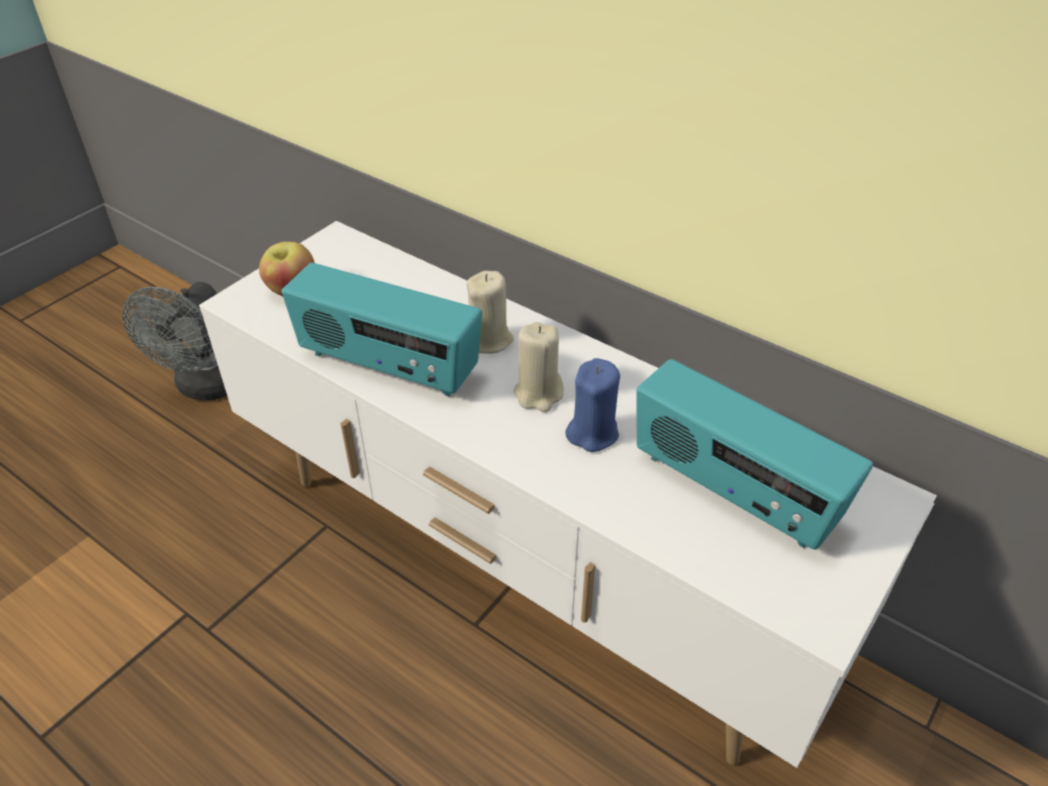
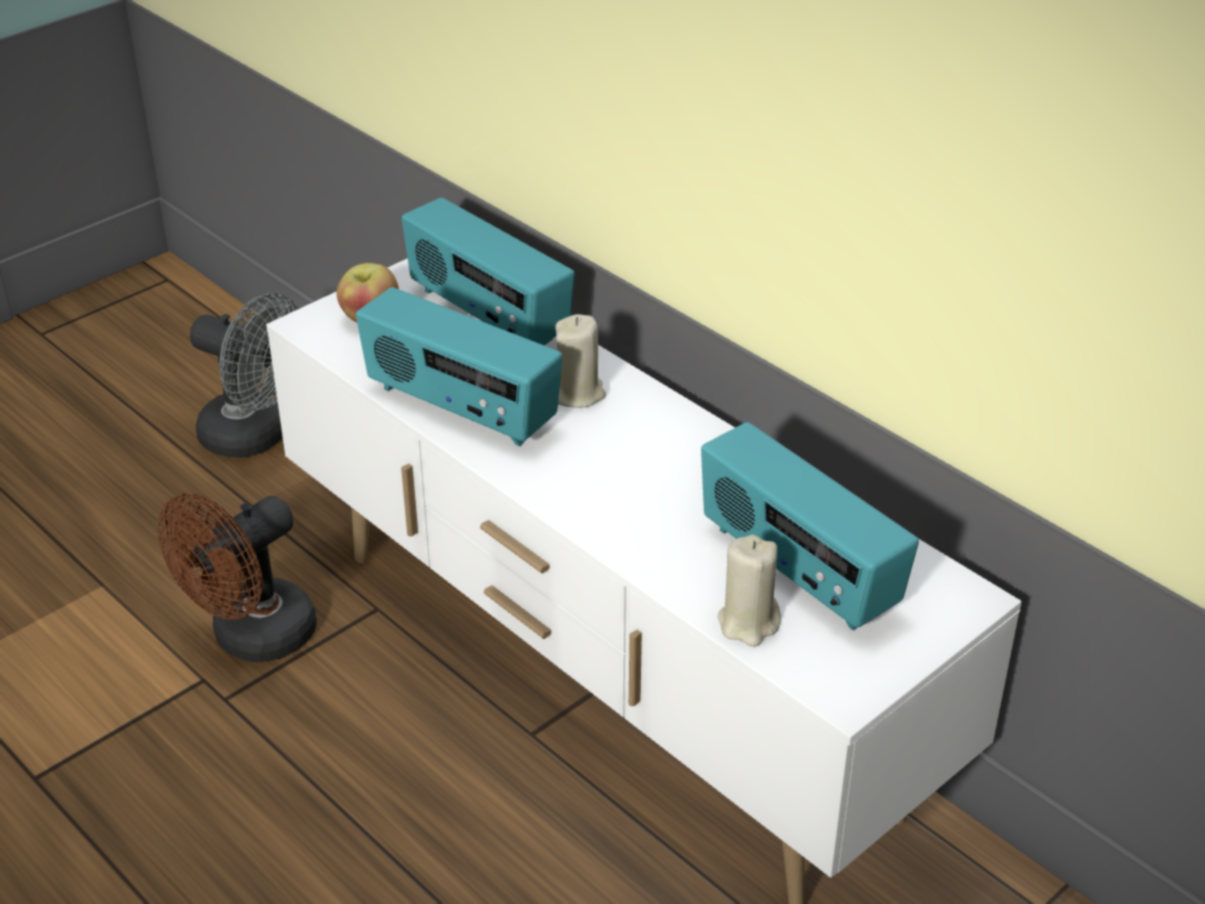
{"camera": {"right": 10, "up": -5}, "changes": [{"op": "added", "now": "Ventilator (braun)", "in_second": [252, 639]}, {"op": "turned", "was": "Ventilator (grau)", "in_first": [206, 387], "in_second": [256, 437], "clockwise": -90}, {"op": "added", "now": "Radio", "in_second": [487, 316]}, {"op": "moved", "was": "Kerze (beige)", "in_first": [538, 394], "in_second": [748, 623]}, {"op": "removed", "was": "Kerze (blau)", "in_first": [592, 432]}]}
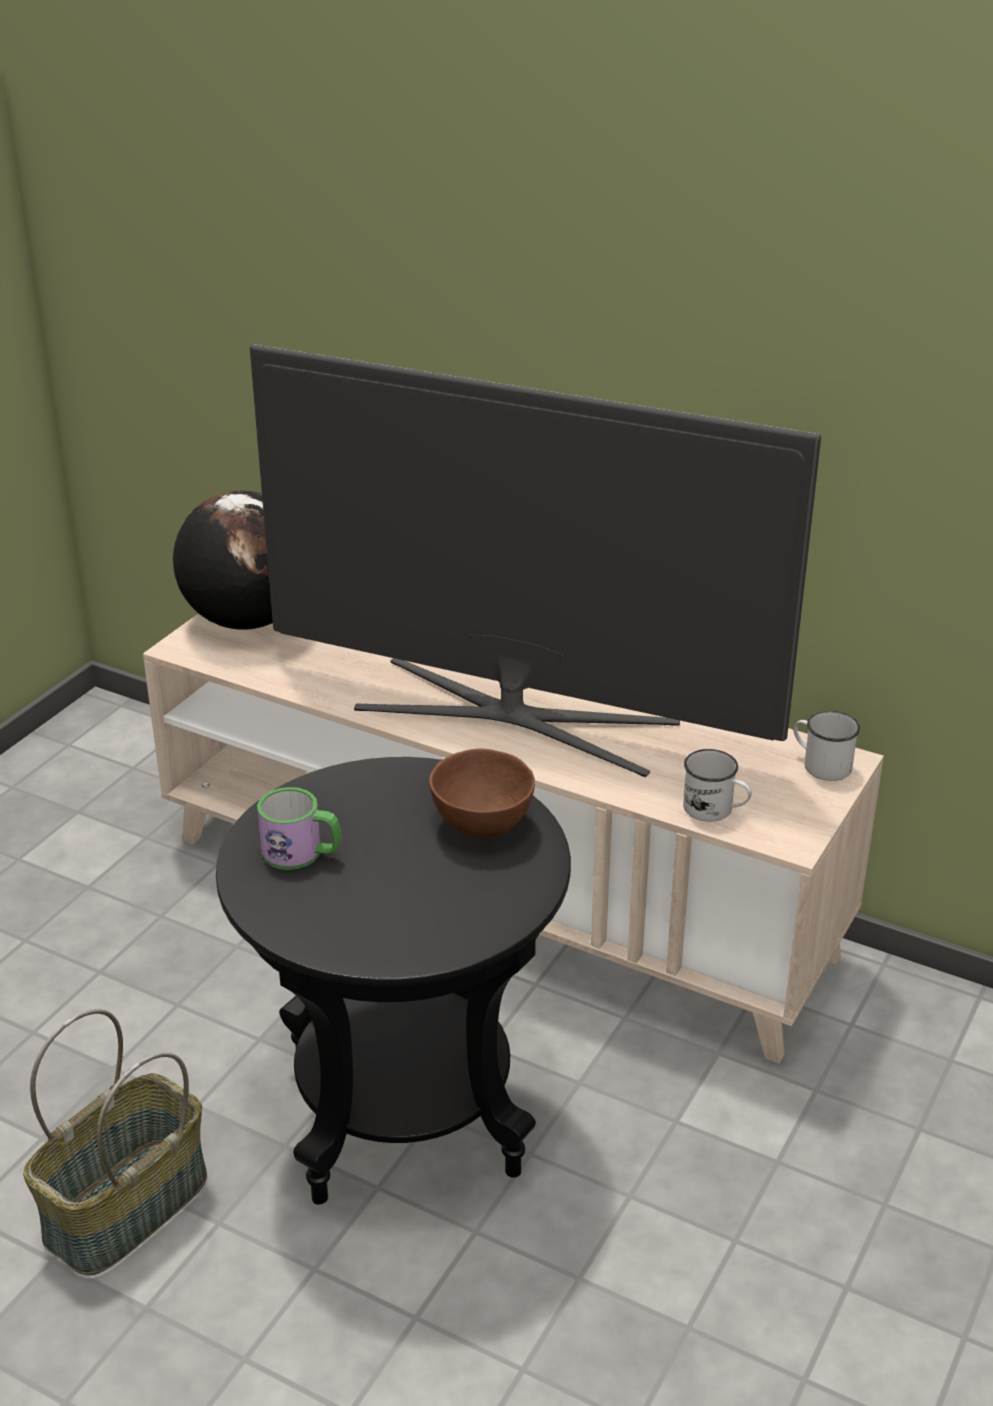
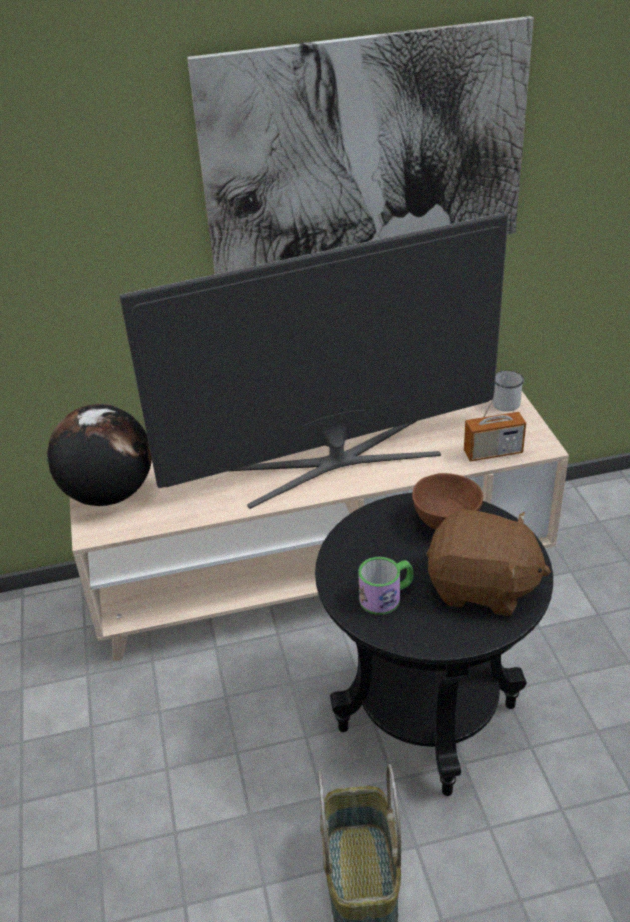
{"camera": {"right": -40, "up": 5}, "changes": [{"op": "added", "now": "Bild", "in_second": [365, 151]}, {"op": "added", "now": "Plüschtier (braun)", "in_second": [482, 587]}, {"op": "replaced", "was": "Henkelbecher (weiß)", "now": "Radio", "in_first": [715, 810], "in_second": [493, 452]}]}
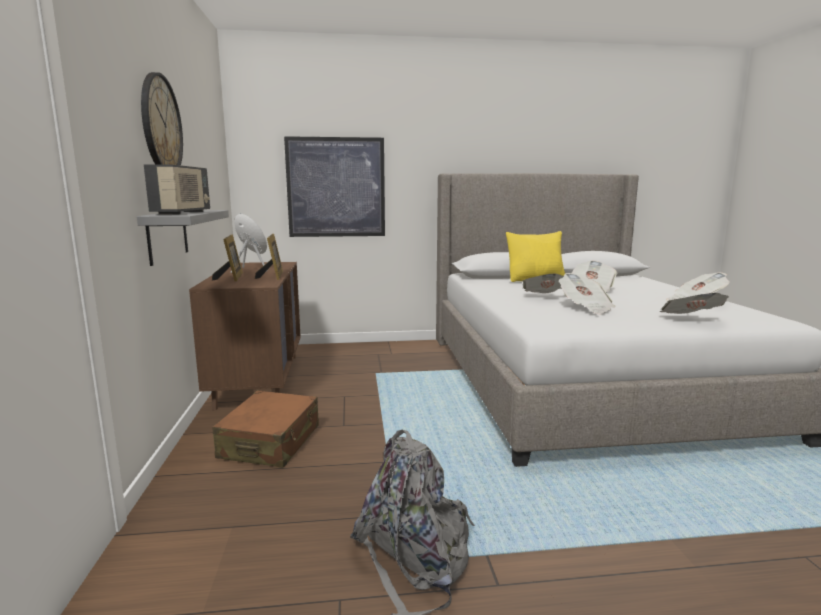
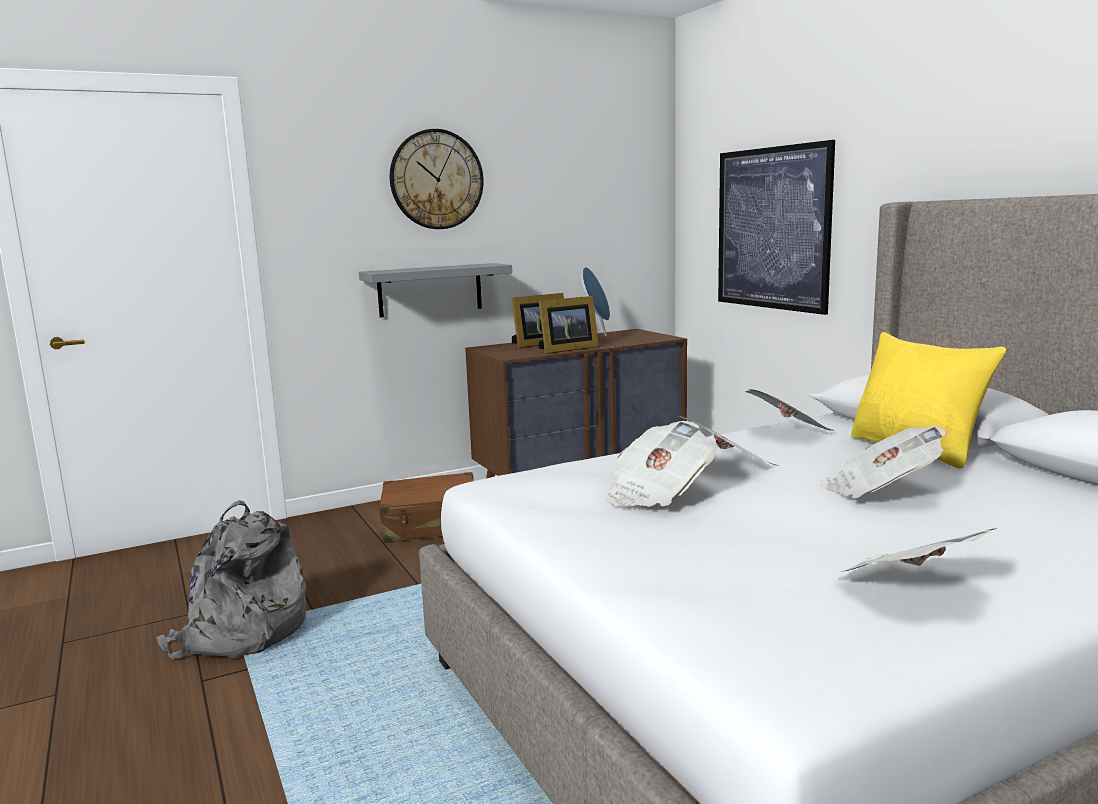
{"camera": {"right": 70, "up": 0}, "changes": [{"op": "moved", "was": "Zeitung", "in_first": [690, 320], "in_second": [789, 433]}, {"op": "removed", "was": "Radio", "in_first": [183, 213]}]}
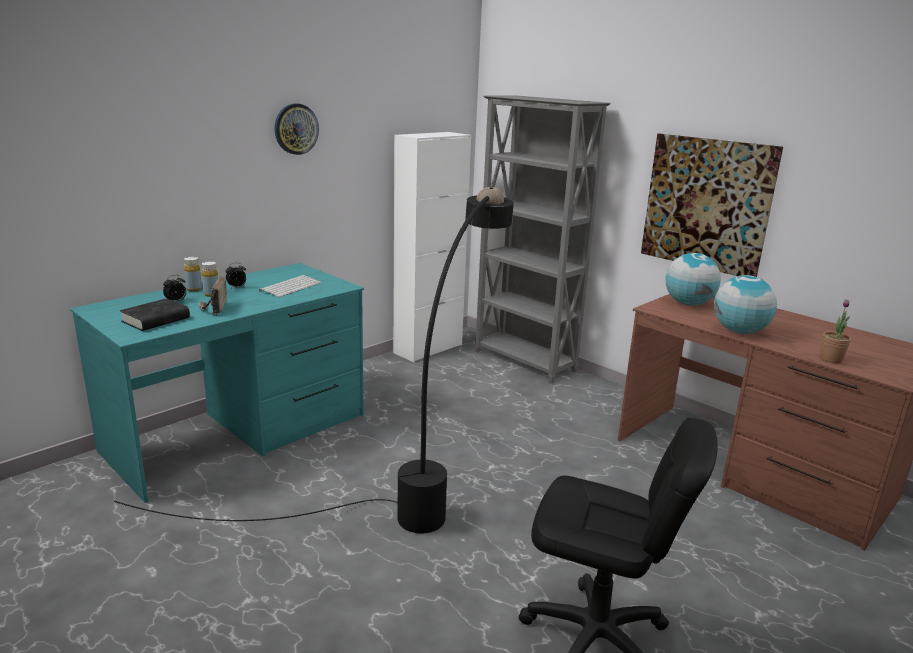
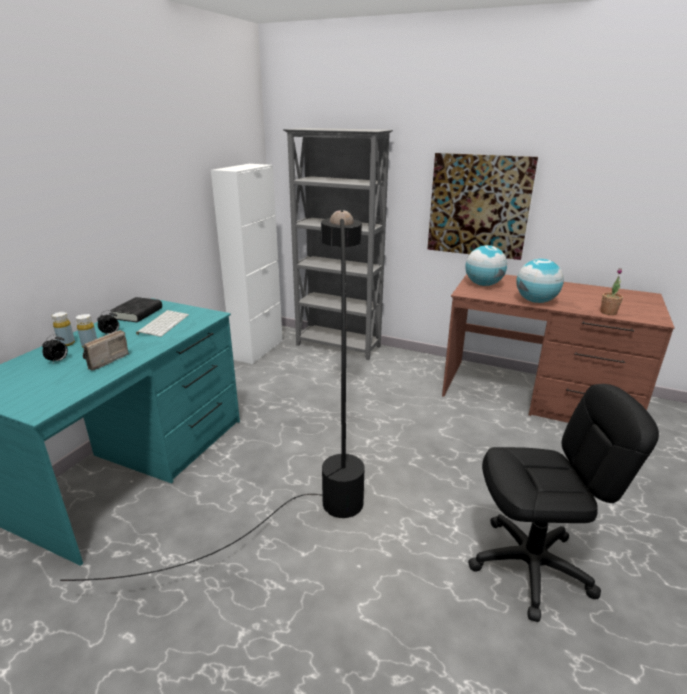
{"camera": {"right": -20, "up": 5}, "changes": [{"op": "turned", "was": "Radio", "in_first": [213, 309], "in_second": [104, 361], "clockwise": 60}, {"op": "moved", "was": "Buch (schwarz)", "in_first": [156, 320], "in_second": [138, 313]}, {"op": "removed", "was": "Wanduhr", "in_first": [296, 129]}]}
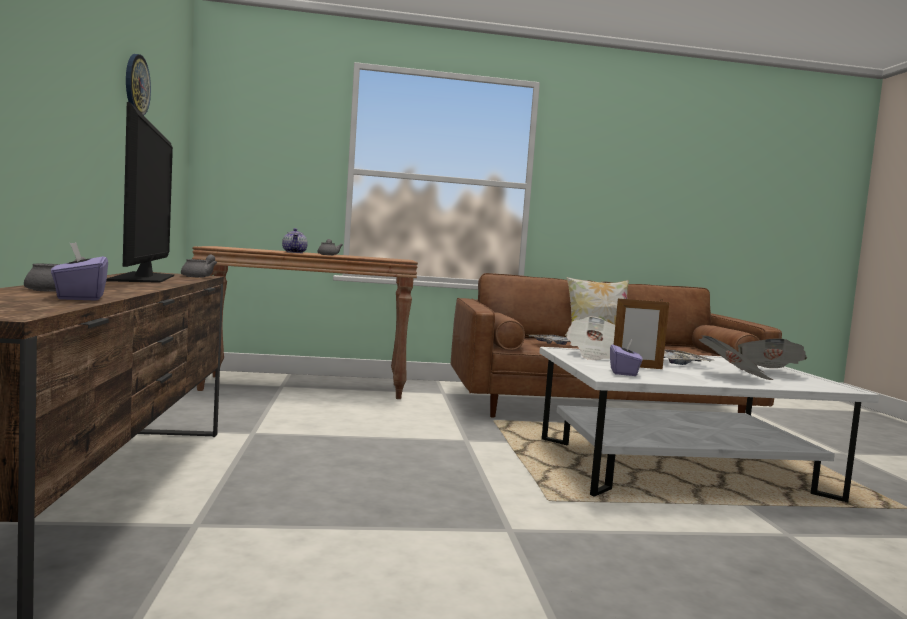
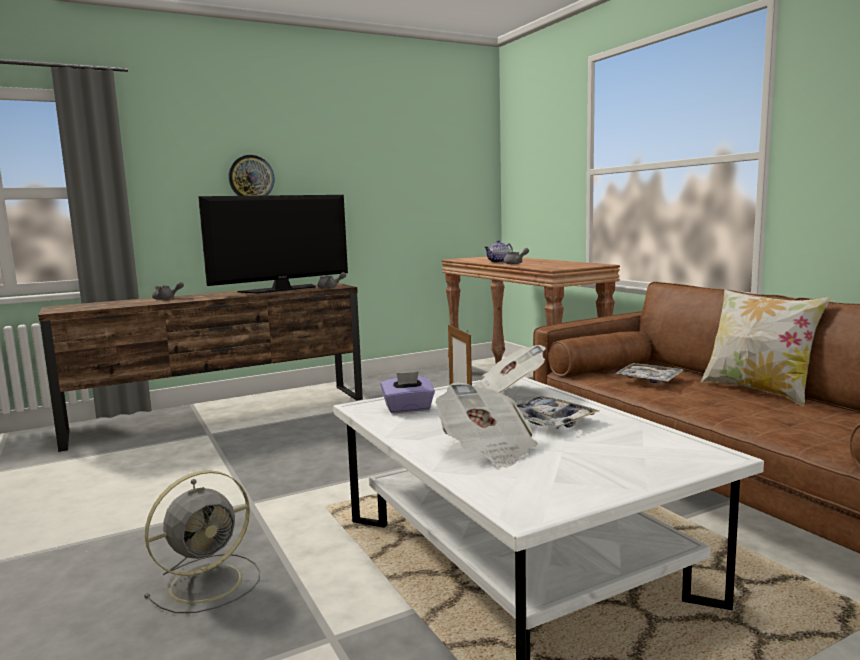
{"camera": {"right": 70, "up": 5}, "changes": [{"op": "added", "now": "Ventilator (grau)", "in_second": [209, 582]}, {"op": "moved", "was": "Wanduhr", "in_first": [136, 85], "in_second": [251, 178]}, {"op": "removed", "was": "Taschentuchbox (lila)", "in_first": [80, 298]}, {"op": "removed", "was": "Zeitung", "in_first": [768, 372]}]}
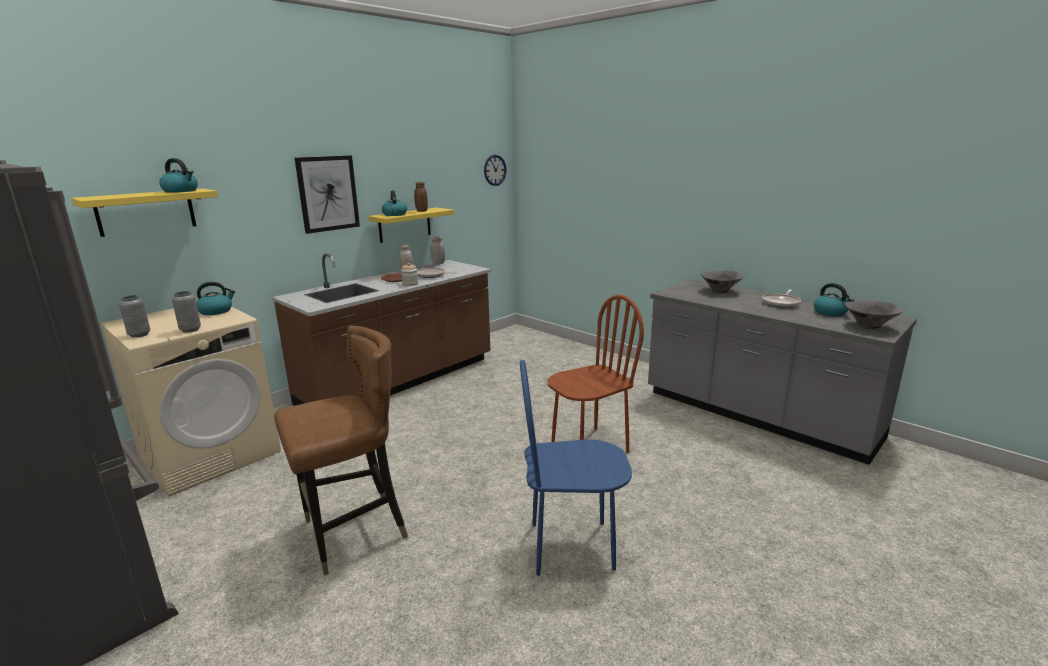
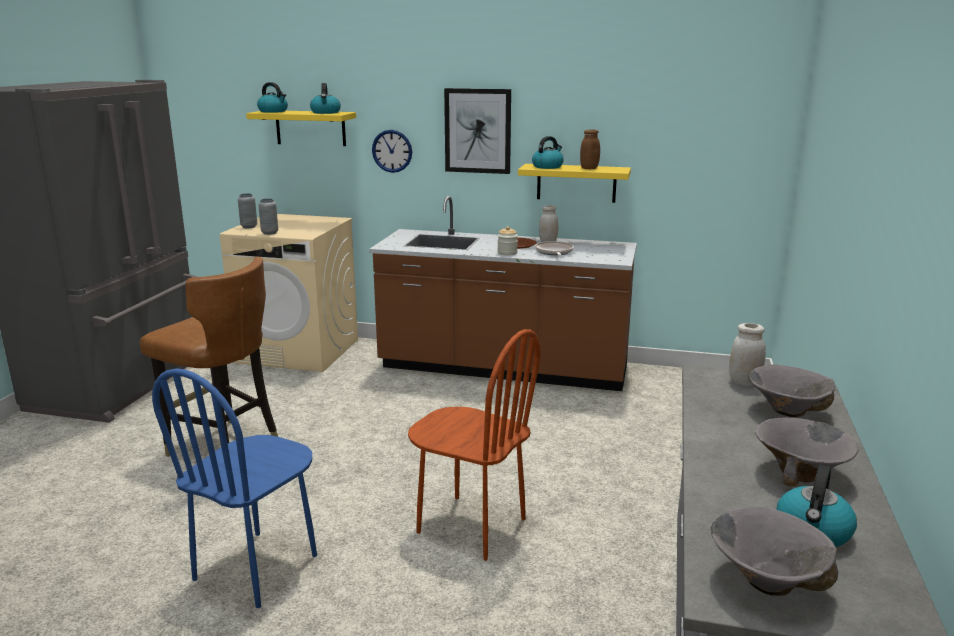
{"camera": {"right": 60, "up": 0}, "changes": [{"op": "turned", "was": "Stuhl (blau)", "in_first": [571, 546], "in_second": [256, 567], "clockwise": -120}, {"op": "moved", "was": "Wasserkessel", "in_first": [216, 311], "in_second": [273, 111]}, {"op": "moved", "was": "Wanduhr", "in_first": [495, 170], "in_second": [392, 151]}, {"op": "moved", "was": "Vorratsglas (weiß)", "in_first": [438, 263], "in_second": [744, 382]}, {"op": "replaced", "was": "Pfanne", "now": "Schüssel (grau)", "in_first": [781, 303], "in_second": [801, 474]}]}
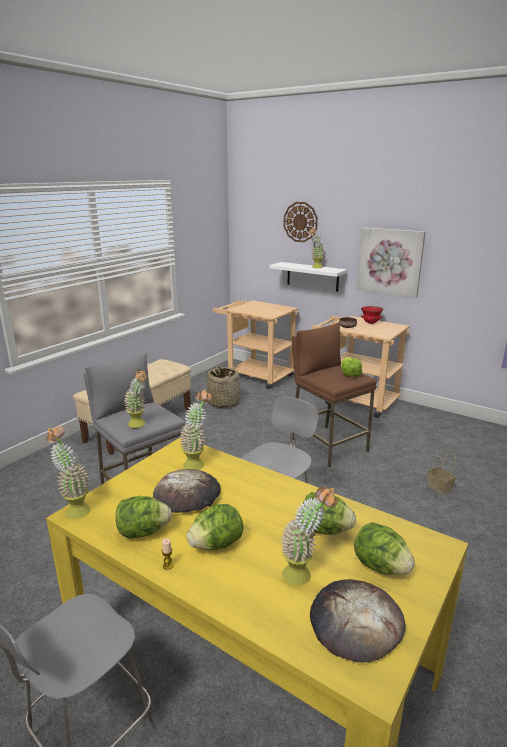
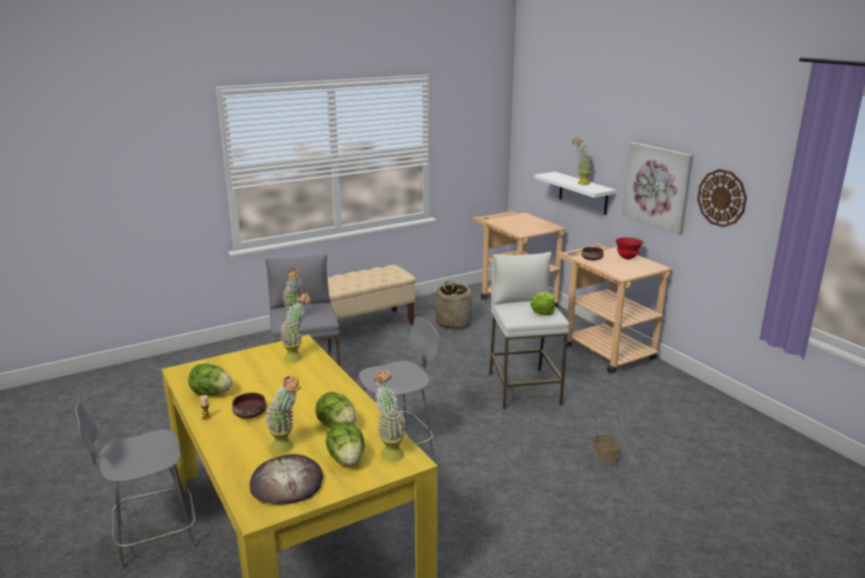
{"camera": {"right": 25, "up": 0}, "changes": [{"op": "replaced", "was": "Salatkopf", "now": "Schüssel (braun)", "in_first": [216, 544], "in_second": [250, 414]}, {"op": "moved", "was": "Topfpflanze", "in_first": [74, 509], "in_second": [389, 451]}, {"op": "recoloured", "was": "Hocker (braun)", "now": "Hocker (weiß)", "in_first": [327, 445], "in_second": [523, 388]}, {"op": "moved", "was": "Wanduhr", "in_first": [300, 222], "in_second": [722, 198]}, {"op": "removed", "was": "Brot", "in_first": [187, 495]}]}
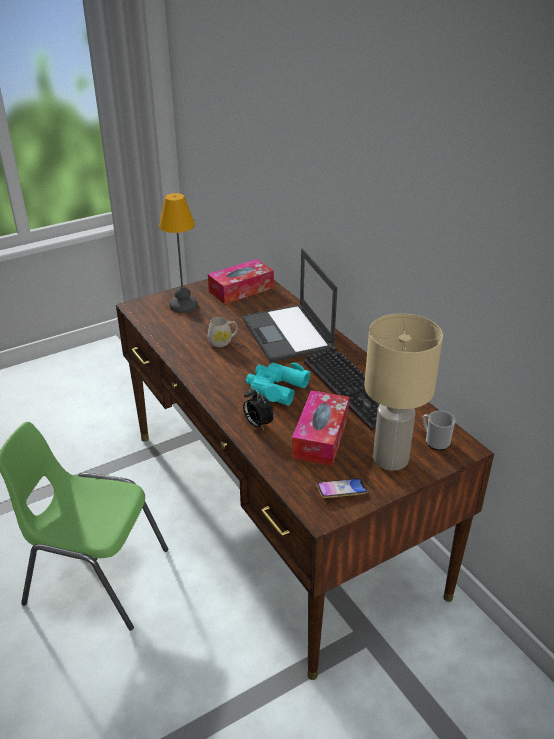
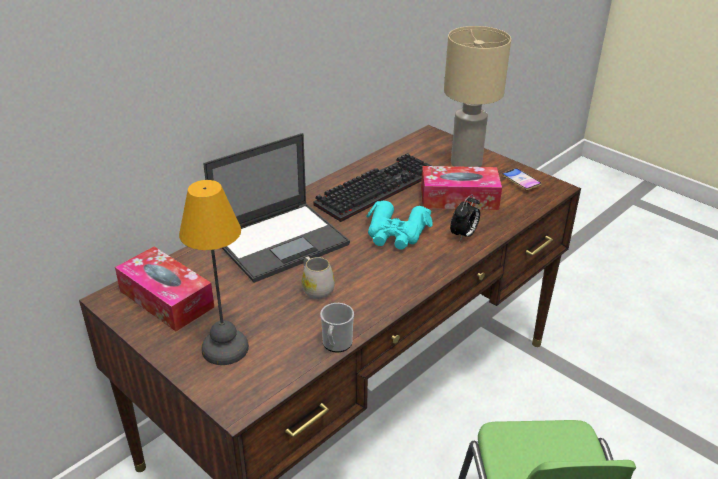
{"camera": {"right": -105, "up": 0}, "changes": [{"op": "moved", "was": "Henkelbecher", "in_first": [435, 441], "in_second": [336, 345]}]}
